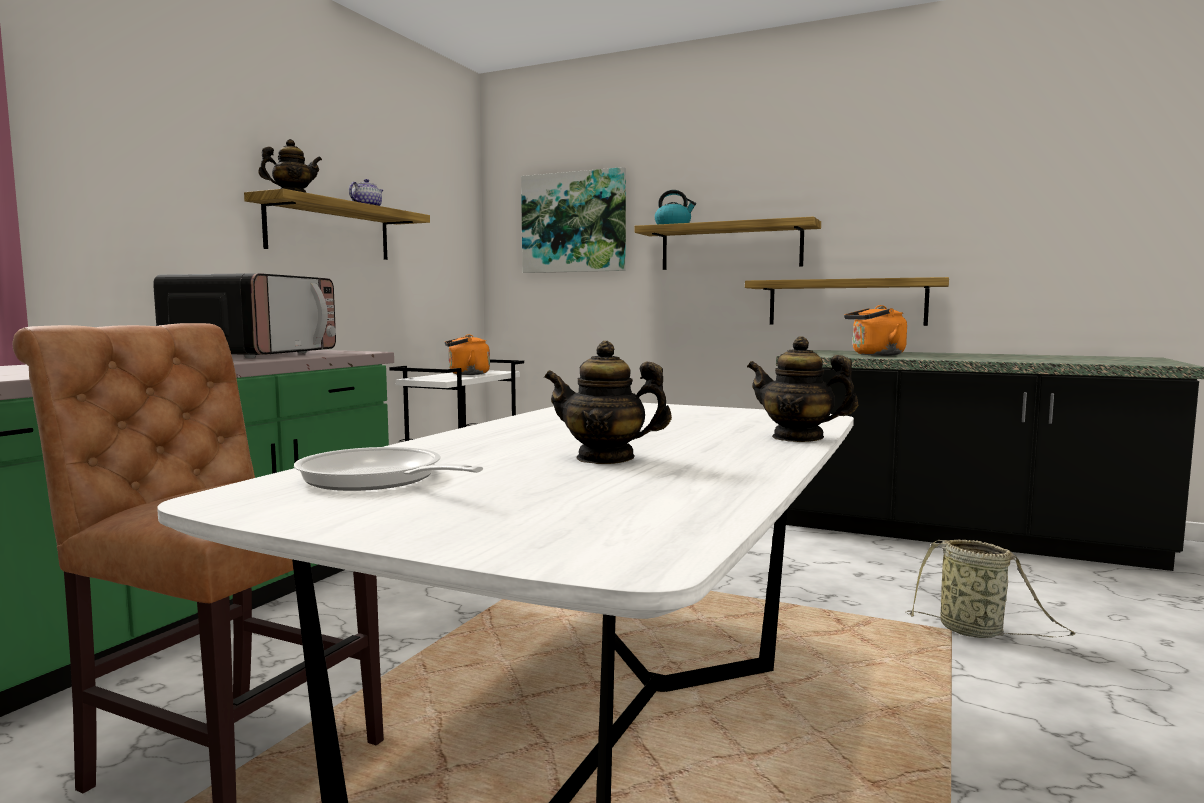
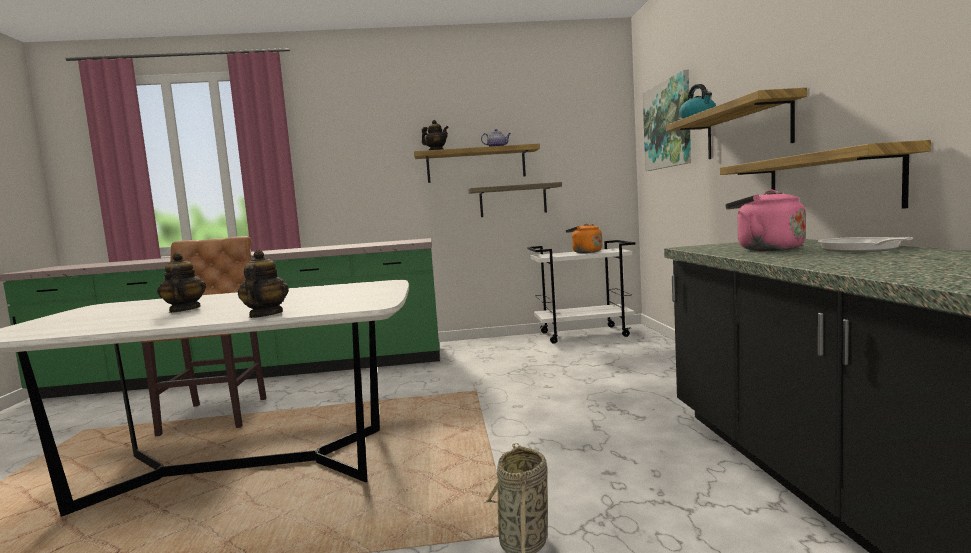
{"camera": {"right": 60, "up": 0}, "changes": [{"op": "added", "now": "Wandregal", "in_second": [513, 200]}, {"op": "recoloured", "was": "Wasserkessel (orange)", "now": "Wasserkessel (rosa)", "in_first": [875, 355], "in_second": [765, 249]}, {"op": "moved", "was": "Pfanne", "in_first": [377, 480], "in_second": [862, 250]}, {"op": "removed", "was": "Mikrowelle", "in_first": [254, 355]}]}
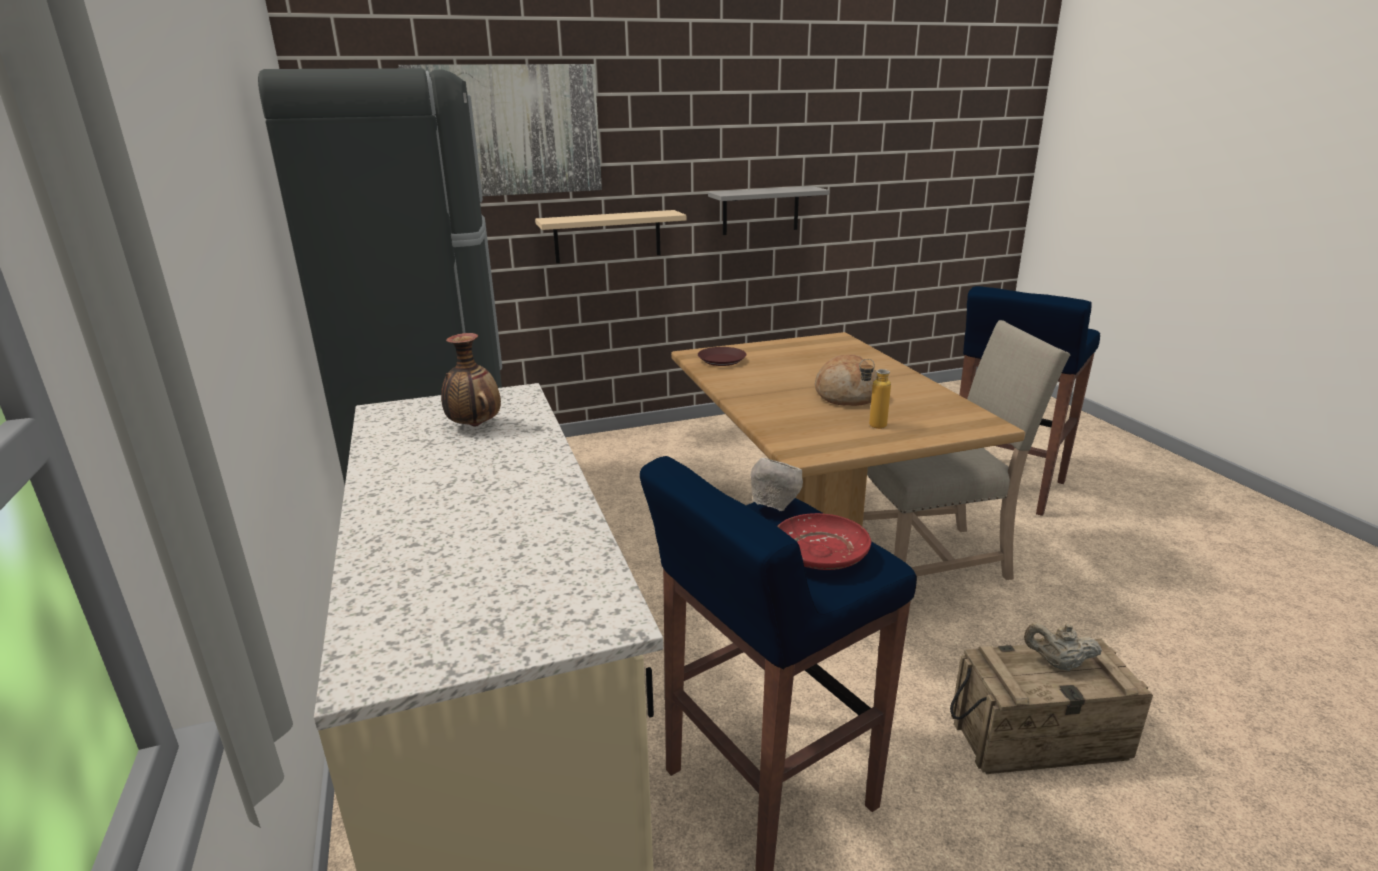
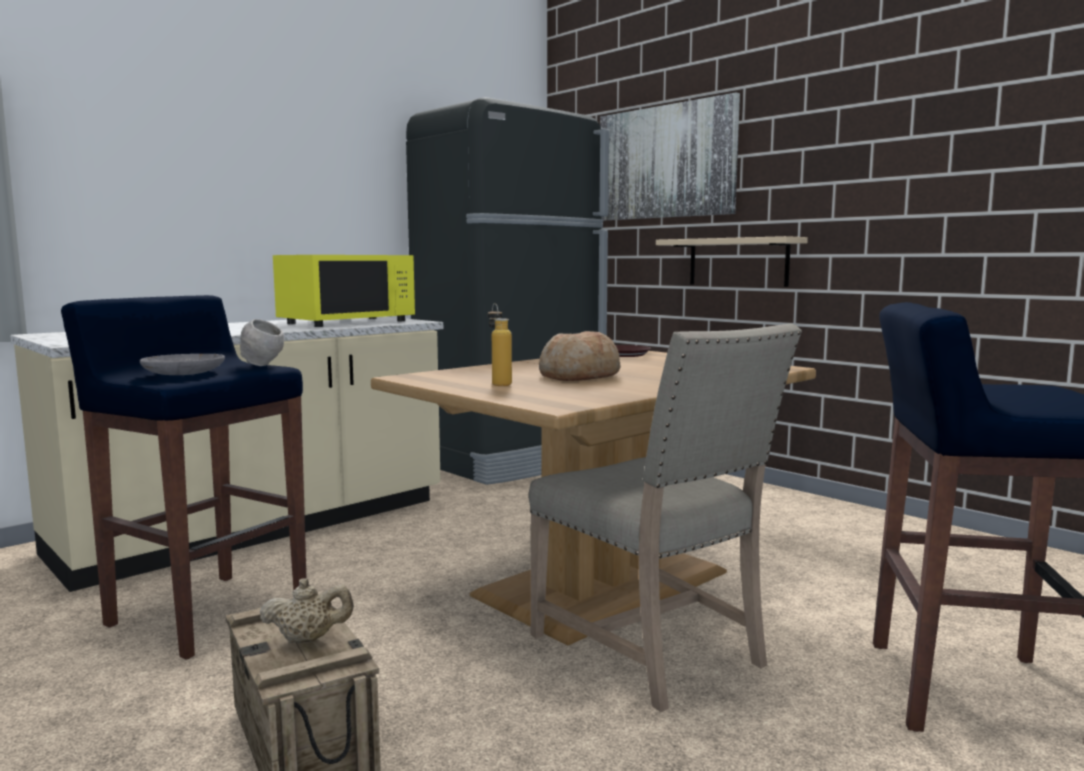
{"camera": {"right": 65, "up": -15}, "changes": [{"op": "recoloured", "was": "Teller (rot)", "now": "Teller (grau)", "in_first": [821, 553], "in_second": [183, 373]}, {"op": "turned", "was": "Teekanne (beige)", "in_first": [1057, 664], "in_second": [308, 639], "clockwise": 90}, {"op": "replaced", "was": "Vase", "now": "Mikrowelle (gelb)", "in_first": [474, 426], "in_second": [347, 322]}, {"op": "removed", "was": "Wandregal (grau)", "in_first": [760, 210]}]}
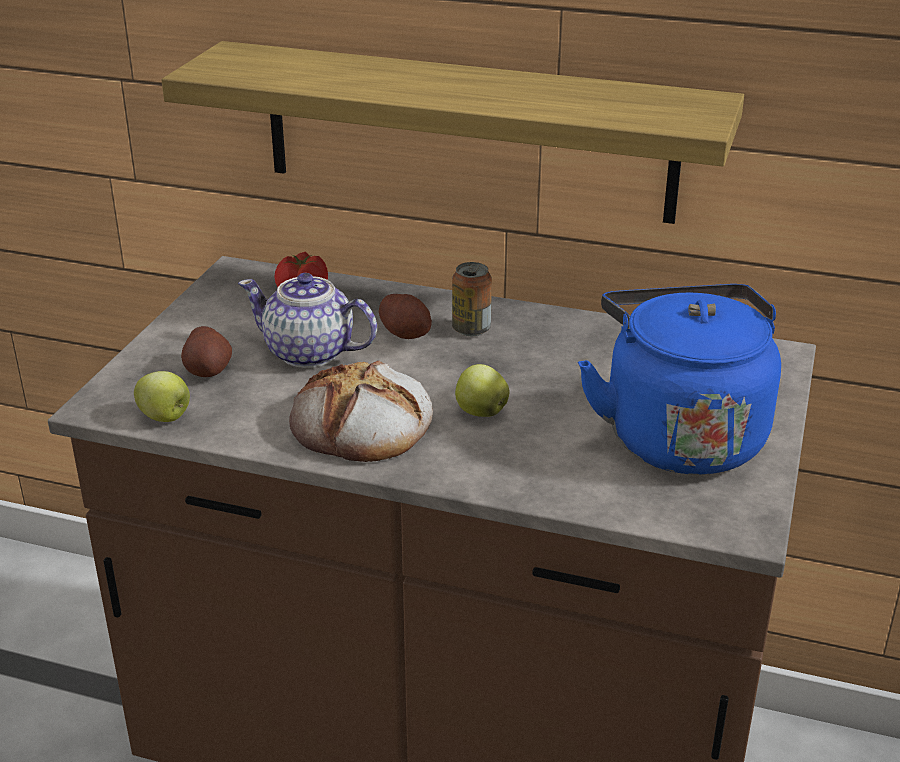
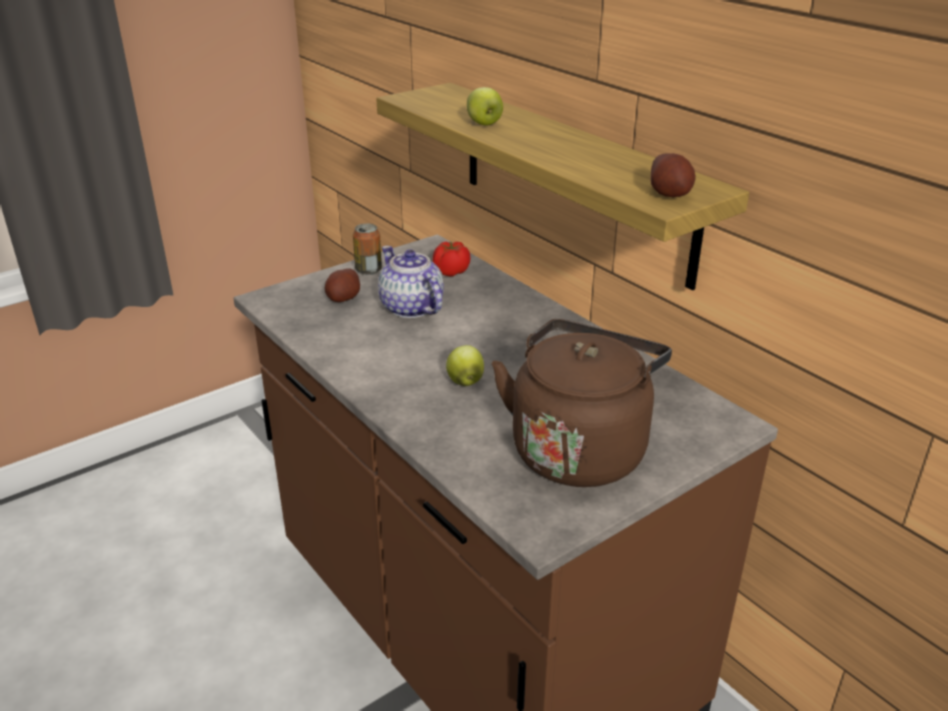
{"camera": {"right": 35, "up": 0}, "changes": [{"op": "moved", "was": "Dose", "in_first": [471, 329], "in_second": [368, 270]}, {"op": "moved", "was": "Apfel", "in_first": [166, 418], "in_second": [484, 124]}, {"op": "recoloured", "was": "Wasserkessel (blau)", "now": "Wasserkessel (braun)", "in_first": [679, 434], "in_second": [580, 449]}, {"op": "moved", "was": "Kartoffel", "in_first": [406, 333], "in_second": [670, 194]}, {"op": "removed", "was": "Brot", "in_first": [363, 425]}]}
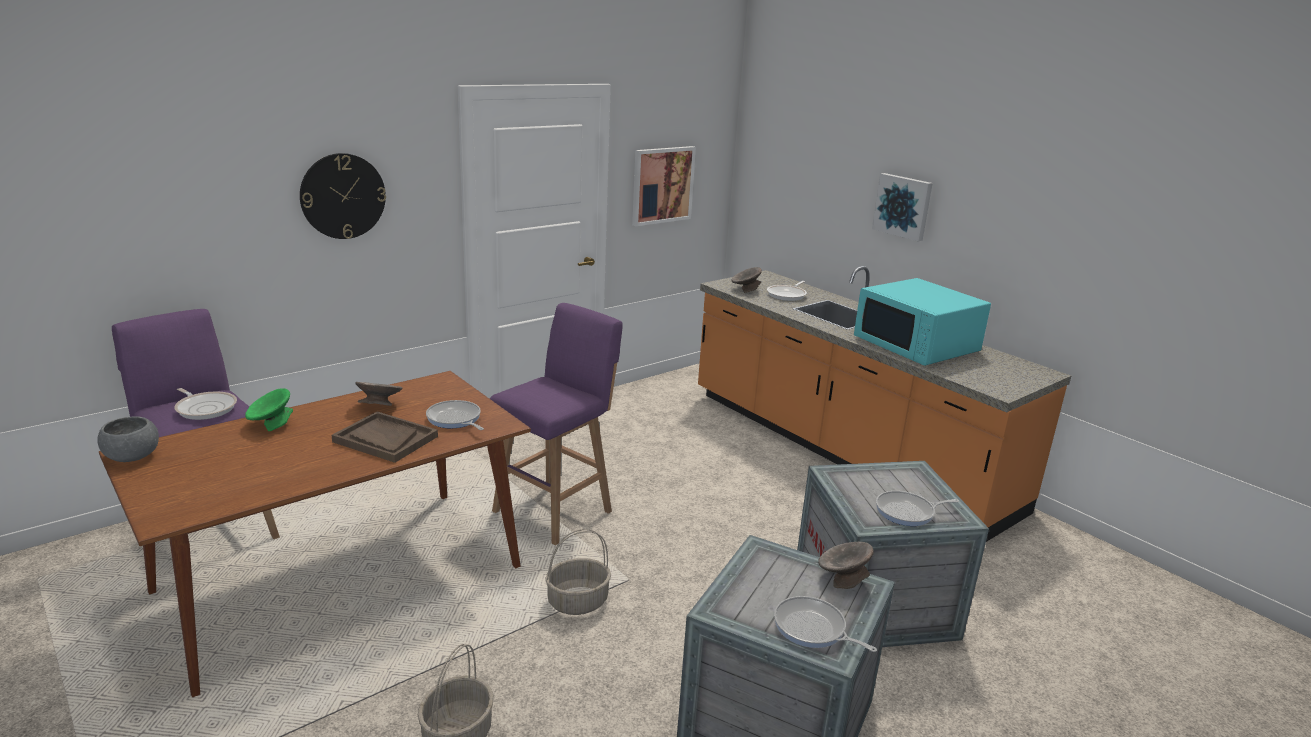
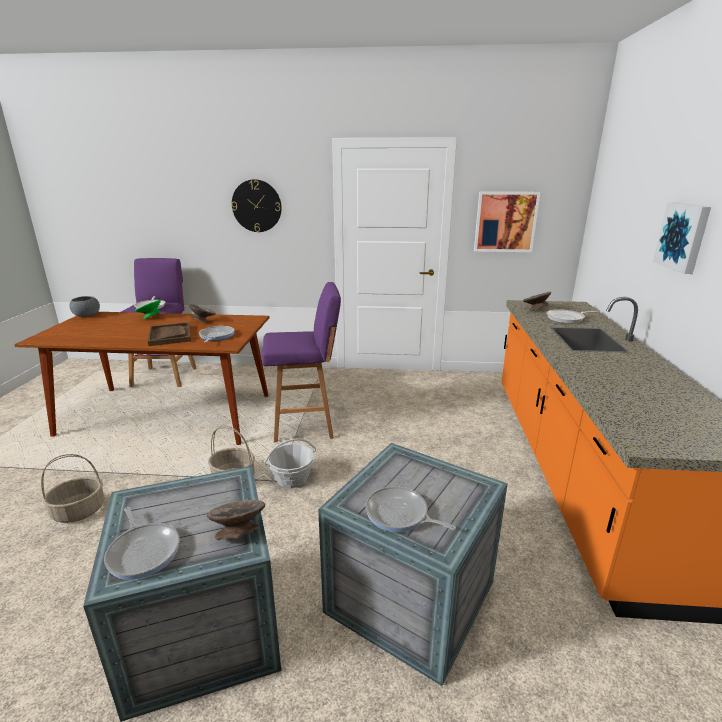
{"camera": {"right": 45, "up": 0}, "changes": [{"op": "turned", "was": "Pfanne", "in_first": [812, 629], "in_second": [143, 551], "clockwise": 150}, {"op": "added", "now": "Korb", "in_second": [292, 478]}, {"op": "removed", "was": "Mikrowelle (türkis)", "in_first": [916, 345]}]}
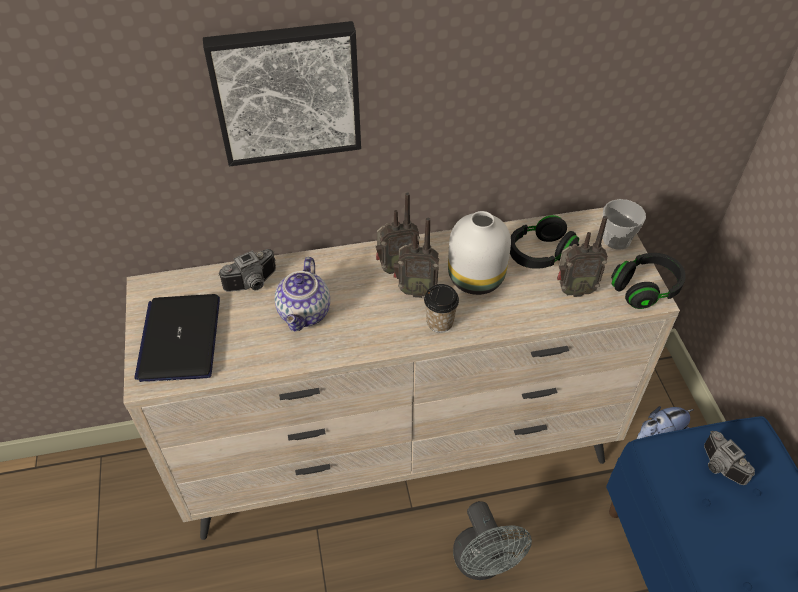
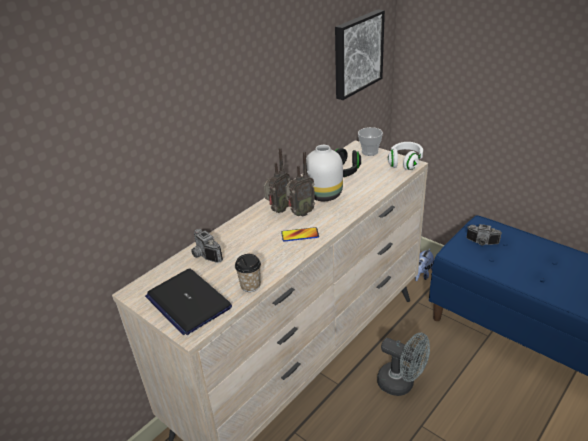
{"camera": {"right": -35, "up": -15}, "changes": [{"op": "turned", "was": "Kamera", "in_first": [253, 284], "in_second": [204, 256], "clockwise": 120}, {"op": "moved", "was": "Tasse", "in_first": [440, 322], "in_second": [250, 285]}, {"op": "added", "now": "Handy", "in_second": [300, 235]}, {"op": "moved", "was": "Bild", "in_first": [286, 92], "in_second": [356, 53]}, {"op": "recoloured", "was": "Kopfhörer (schwarz)", "now": "Kopfhörer (weiß)", "in_first": [645, 289], "in_second": [405, 162]}, {"op": "removed", "was": "Teekanne", "in_first": [305, 313]}, {"op": "removed", "was": "Radio", "in_first": [573, 290]}]}
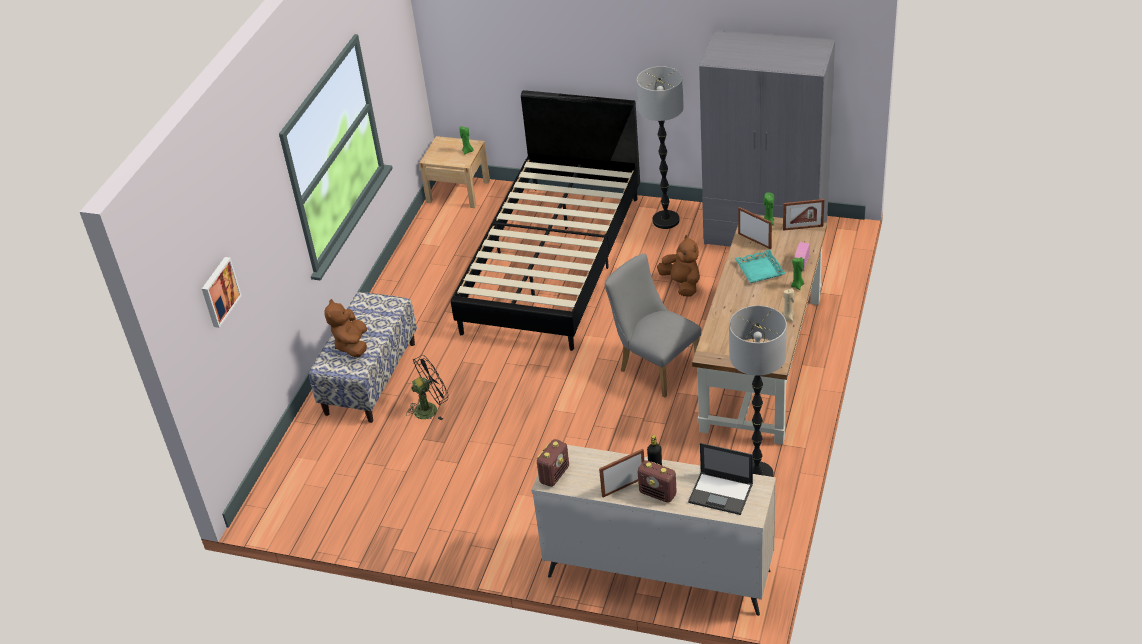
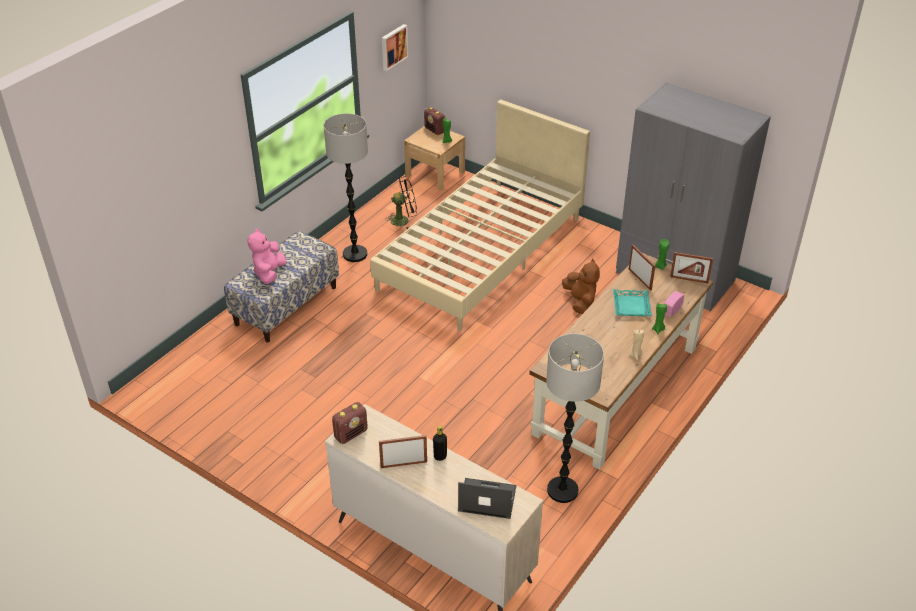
{"camera": {"right": 15, "up": 0}, "changes": [{"op": "recoloured", "was": "Plüschtier (braun)", "now": "Plüschtier (rosa)", "in_first": [352, 345], "in_second": [269, 273]}, {"op": "moved", "was": "Stehlampe", "in_first": [666, 221], "in_second": [355, 254]}, {"op": "recoloured", "was": "Bett (schwarz)", "now": "Bett (beige)", "in_first": [553, 262], "in_second": [481, 252]}, {"op": "moved", "was": "Bild", "in_first": [219, 291], "in_second": [393, 47]}, {"op": "moved", "was": "Ventilator (schwarz)", "in_first": [430, 408], "in_second": [404, 220]}, {"op": "moved", "was": "Radio", "in_first": [658, 493], "in_second": [434, 130]}, {"op": "turned", "was": "Laptop", "in_first": [721, 493], "in_second": [486, 499], "clockwise": 150}, {"op": "removed", "was": "Stuhl (grau)", "in_first": [655, 367]}]}
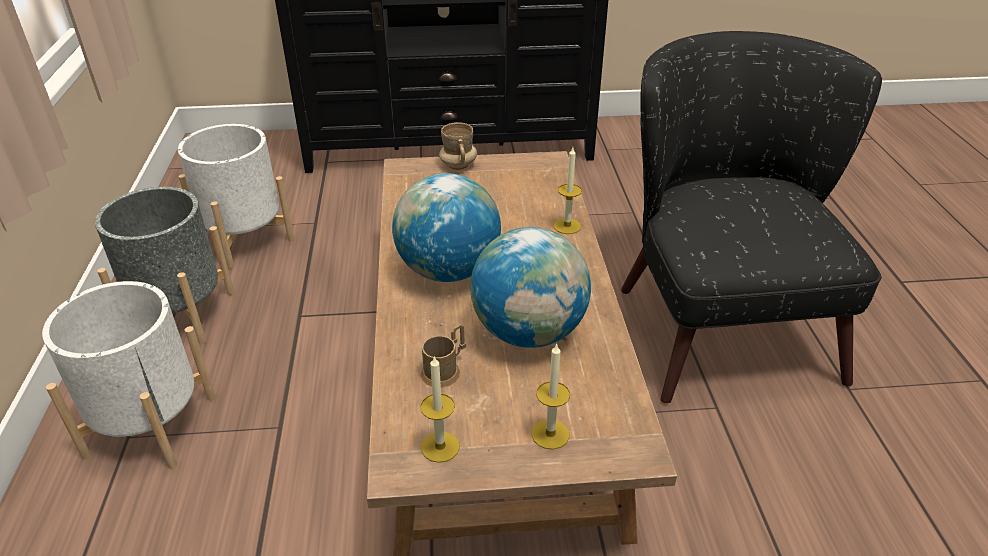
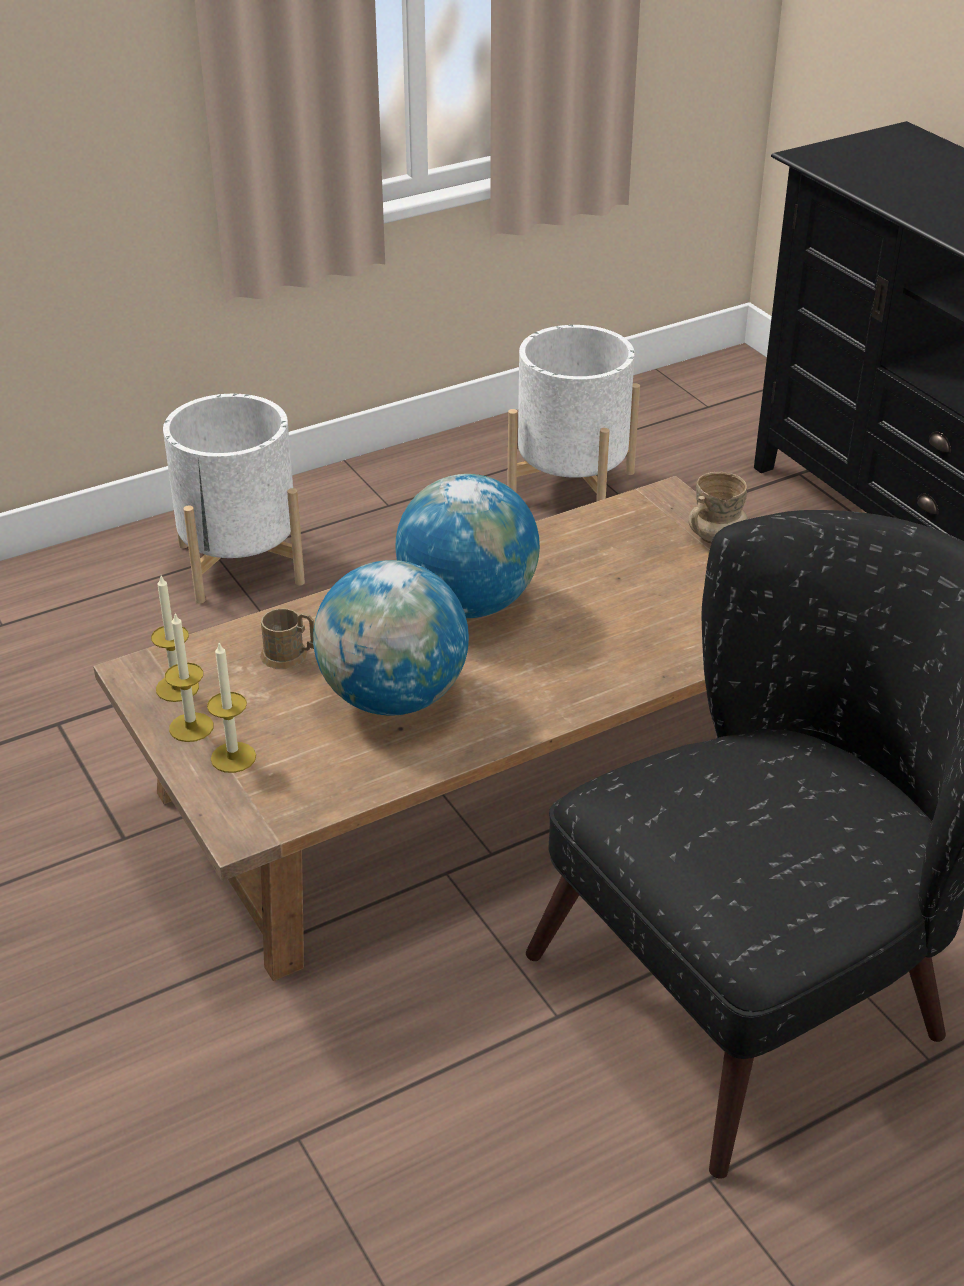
{"camera": {"right": 65, "up": 0}, "changes": [{"op": "moved", "was": "Kerze", "in_first": [567, 226], "in_second": [191, 727]}, {"op": "removed", "was": "Pflanzkübel (grau)", "in_first": [181, 314]}]}
